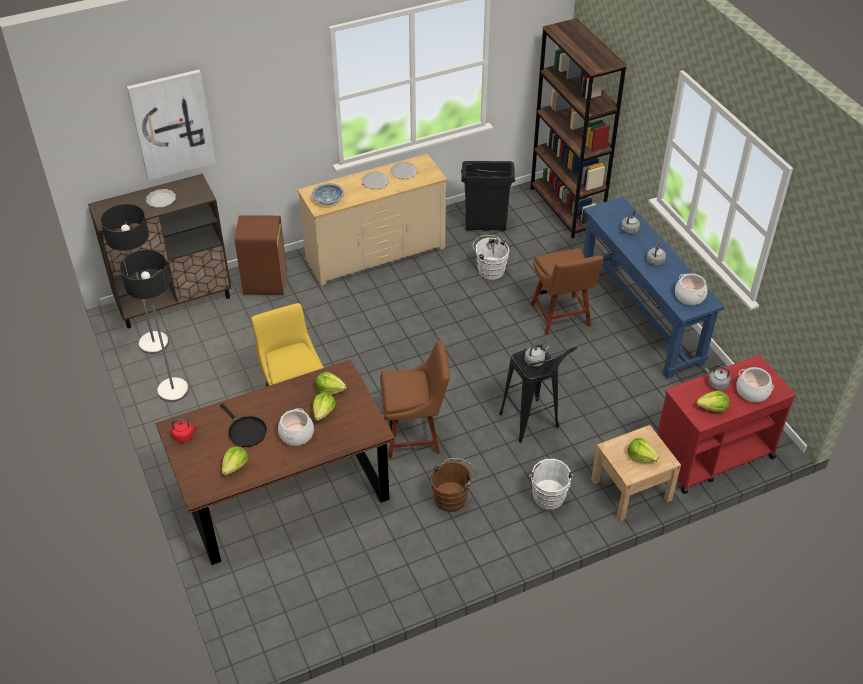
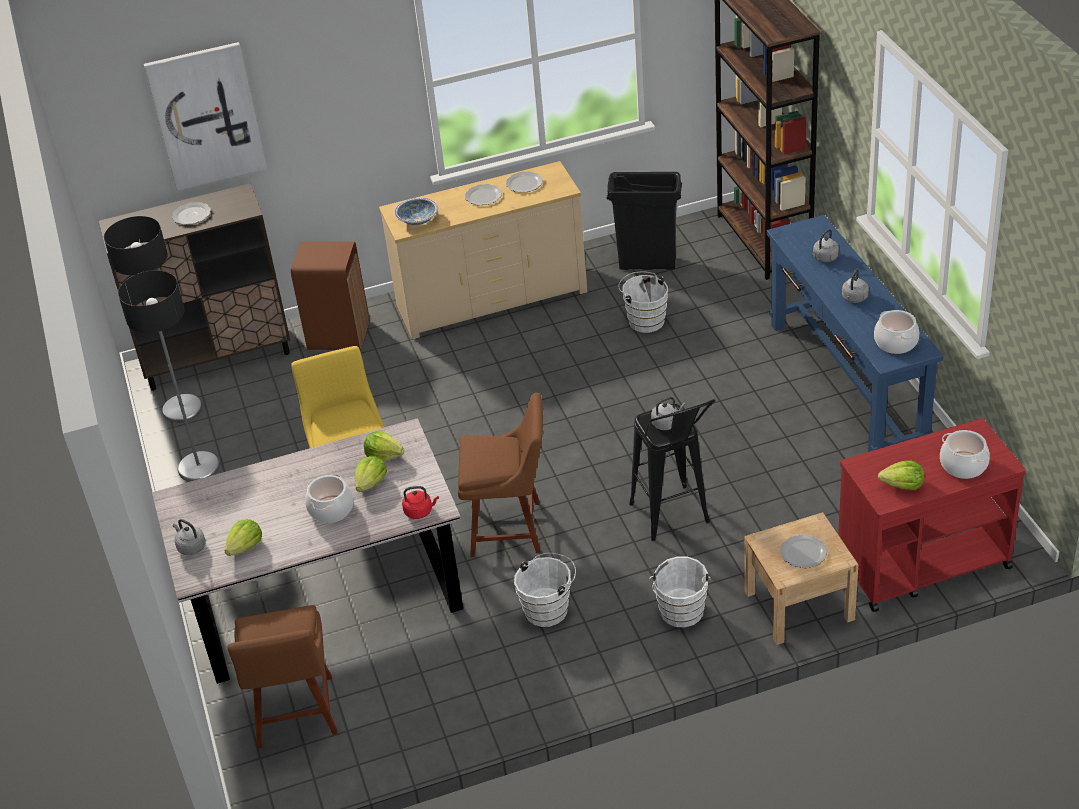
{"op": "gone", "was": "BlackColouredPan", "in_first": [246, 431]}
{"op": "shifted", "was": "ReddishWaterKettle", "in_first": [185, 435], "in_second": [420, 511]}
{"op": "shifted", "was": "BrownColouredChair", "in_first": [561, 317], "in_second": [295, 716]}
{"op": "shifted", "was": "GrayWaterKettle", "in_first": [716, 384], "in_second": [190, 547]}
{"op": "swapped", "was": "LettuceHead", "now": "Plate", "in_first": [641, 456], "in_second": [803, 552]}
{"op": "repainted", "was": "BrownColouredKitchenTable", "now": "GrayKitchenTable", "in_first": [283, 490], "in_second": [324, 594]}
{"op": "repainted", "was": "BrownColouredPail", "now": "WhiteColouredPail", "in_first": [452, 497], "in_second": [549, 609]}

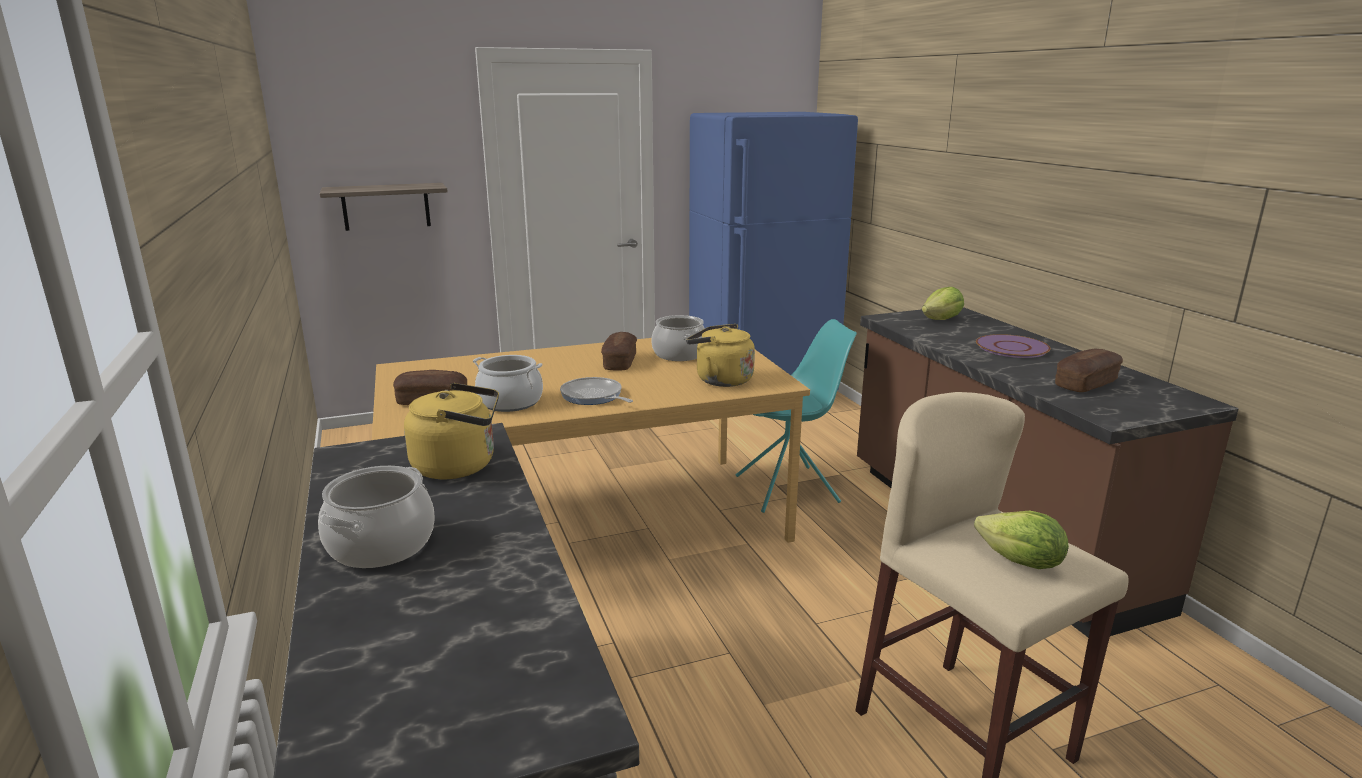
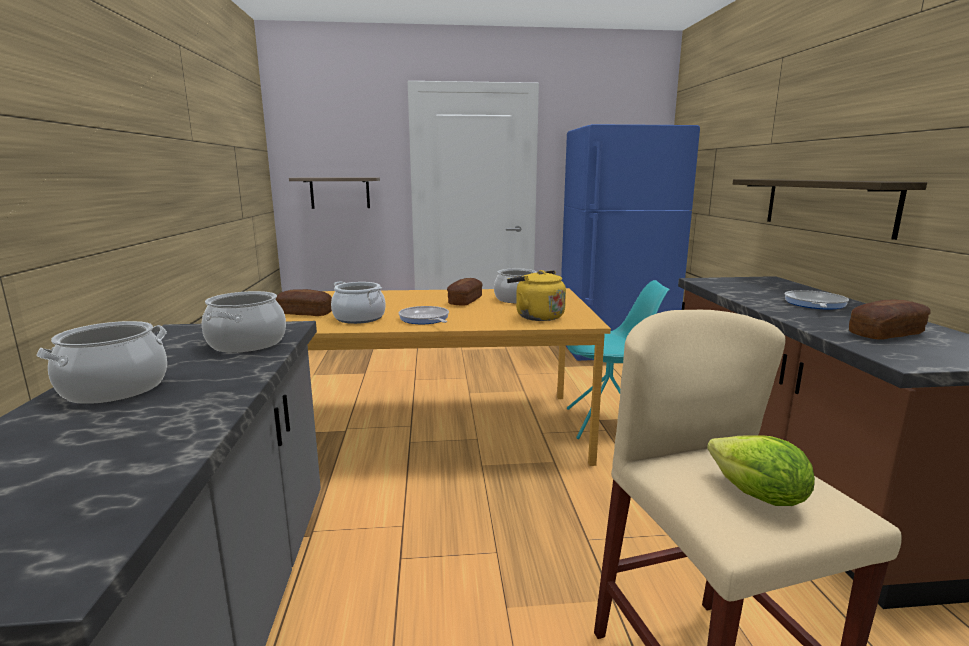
{"op": "gone", "was": "LettuceHead", "in_first": [942, 320]}
{"op": "new", "now": "WallShelf", "in_second": [826, 205]}
{"op": "swapped", "was": "YellowColouredWaterKettle", "now": "CookingPot", "in_first": [460, 466], "in_second": [247, 343]}
{"op": "swapped", "was": "PurplePlate", "now": "Pan", "in_first": [1011, 348], "in_second": [814, 304]}

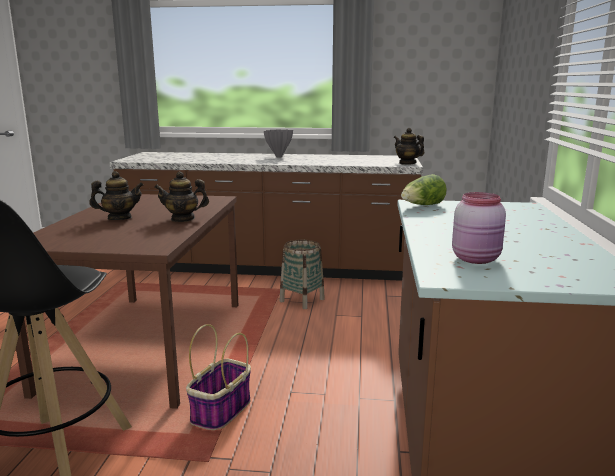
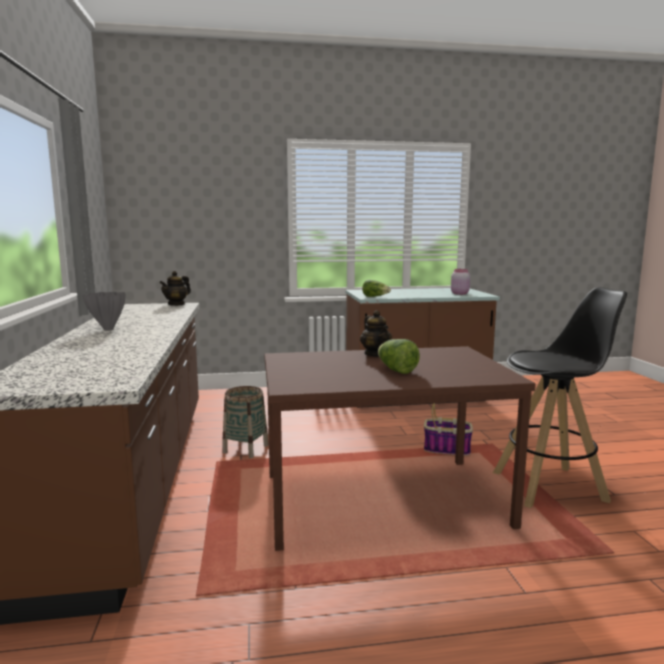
{"op": "swapped", "was": "PotForTea", "now": "LettuceHead", "in_first": [119, 218], "in_second": [396, 370]}

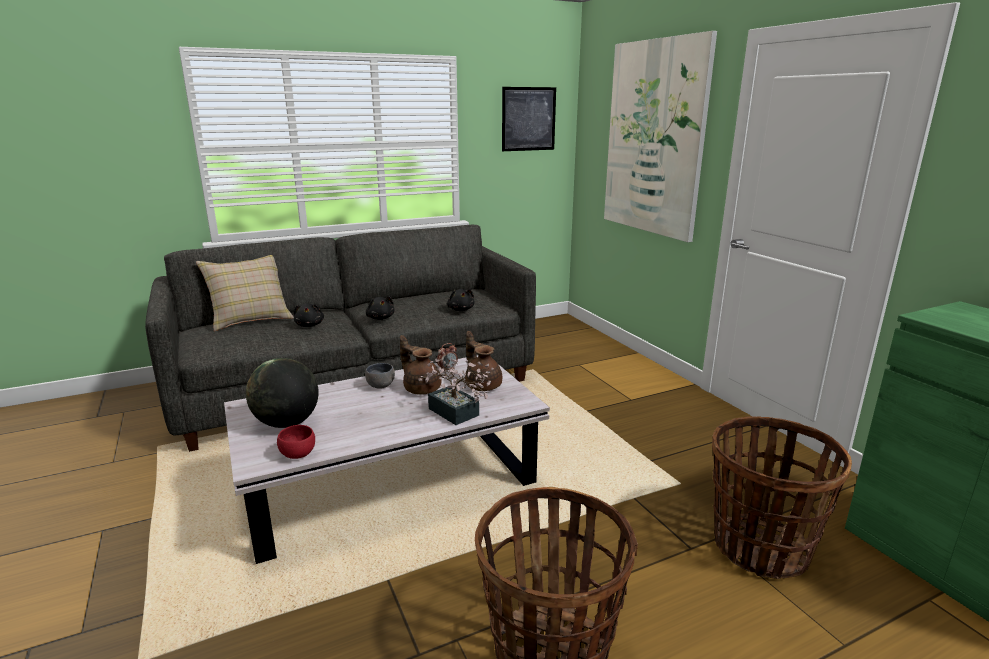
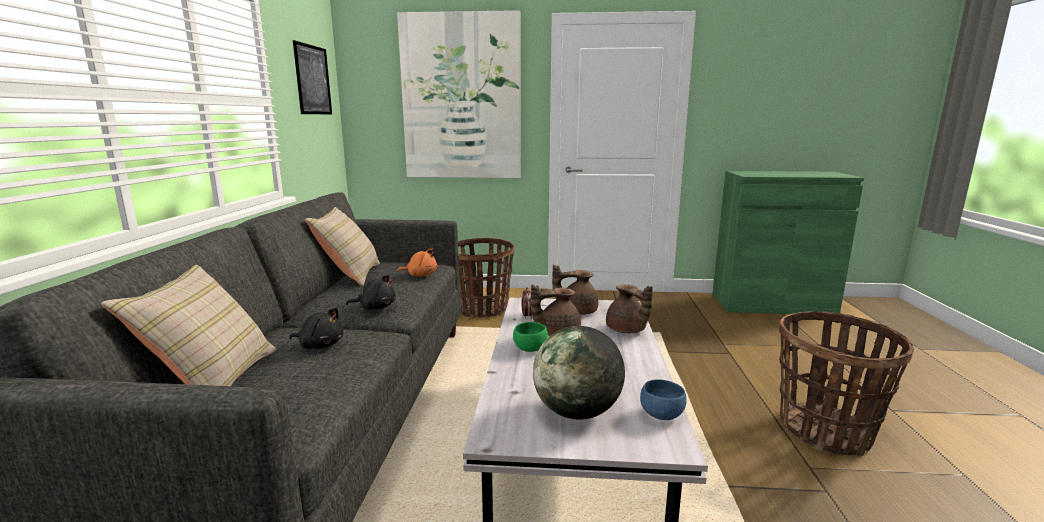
{"op": "new", "now": "BeigeColouredPillow", "in_second": [349, 275]}
{"op": "shifted", "was": "HouseholdBasket", "in_first": [759, 548], "in_second": [481, 309]}
{"op": "swapped", "was": "PlantInAPot", "now": "BrownColouredPotForTea", "in_first": [457, 414], "in_second": [626, 330]}
{"op": "repainted", "was": "ReddishServingBowl", "now": "BlueServingBowl", "in_first": [299, 455], "in_second": [662, 414]}
{"op": "repainted", "was": "GrayServingBowl", "now": "GreenServingBowl", "in_first": [379, 386], "in_second": [529, 349]}
{"op": "repainted", "was": "BlackColouredPlushToy", "now": "OrangePlushToy", "in_first": [461, 309], "in_second": [420, 275]}

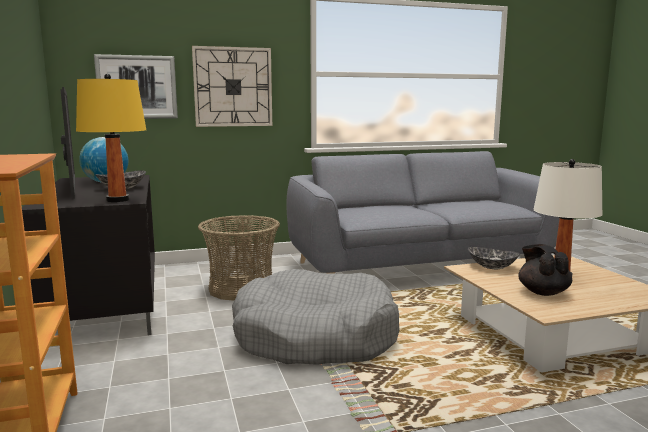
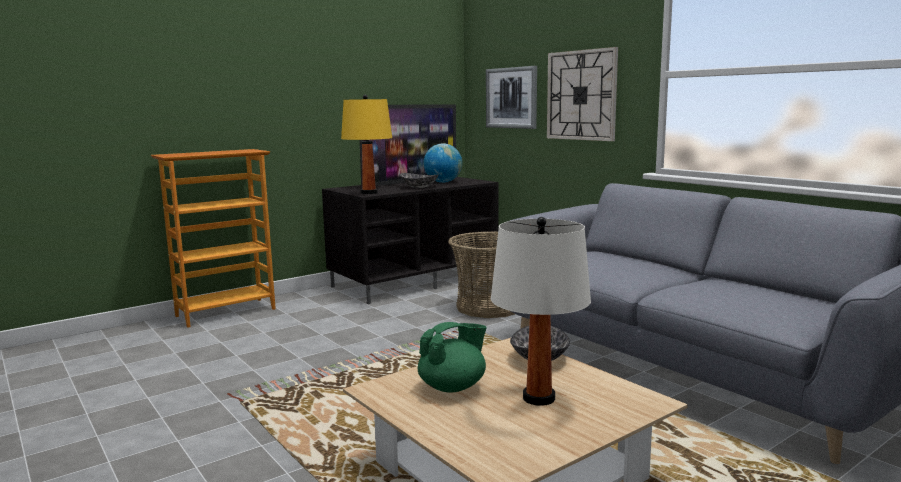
{"op": "gone", "was": "GrayPetBed", "in_first": [315, 337]}
{"op": "repainted", "was": "BlackColouredPotForTea", "now": "GreenPotForTea", "in_first": [542, 292], "in_second": [453, 387]}

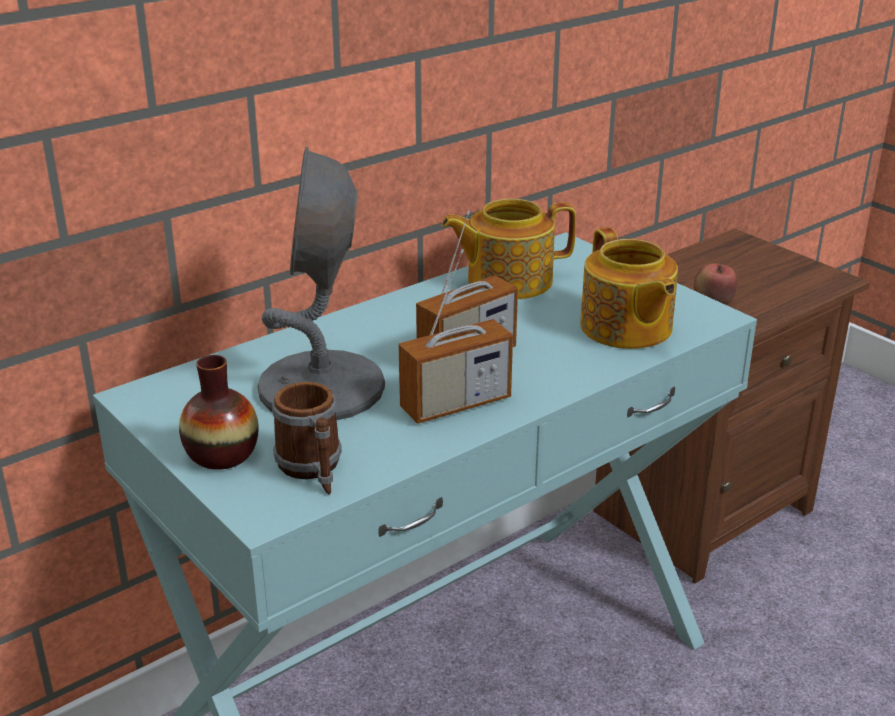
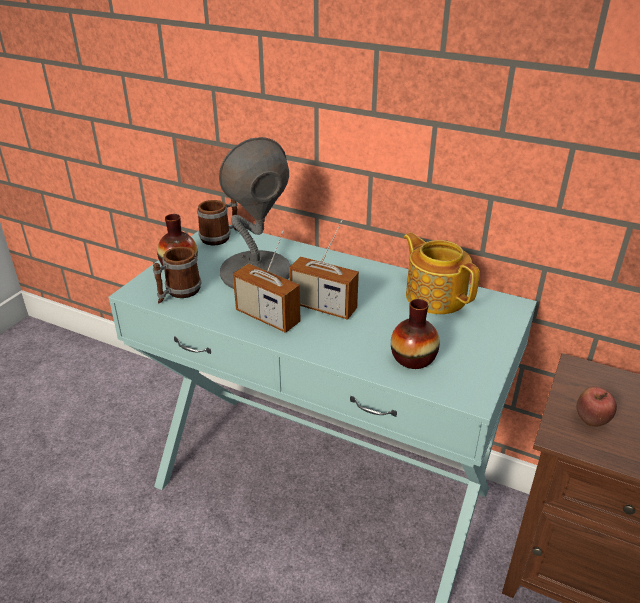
{"op": "new", "now": "CoffeeMug", "in_second": [220, 237]}
{"op": "swapped", "was": "PotForTea", "now": "DecorativeVase", "in_first": [625, 328], "in_second": [413, 358]}

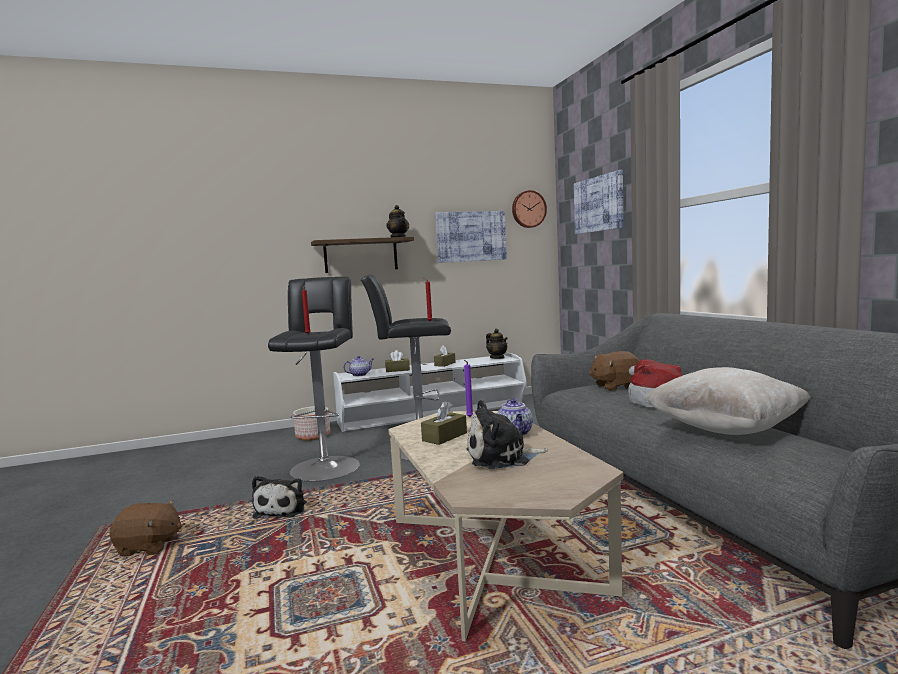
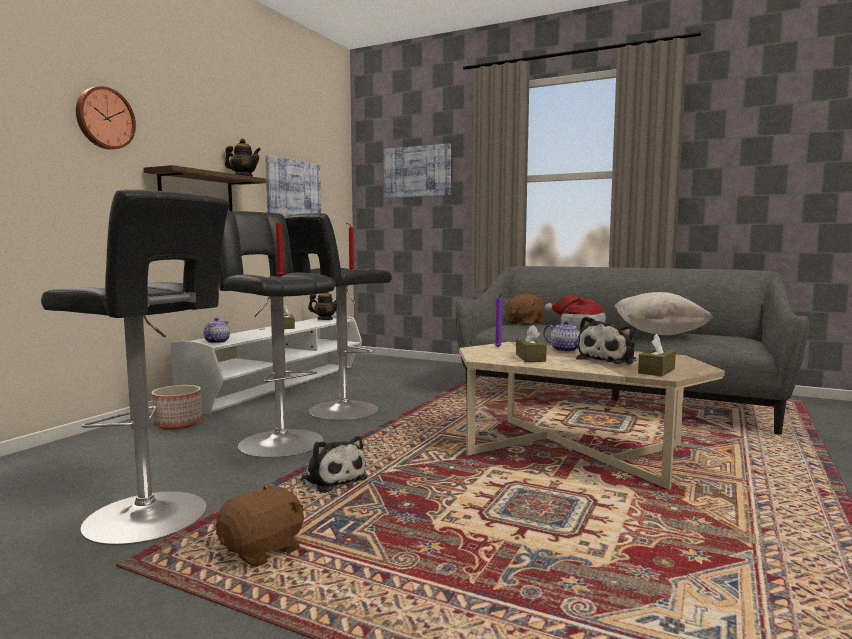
{"op": "new", "now": "BlackColouredStool", "in_second": [152, 518]}
{"op": "shifted", "was": "BrownColouredTissueHolder", "in_first": [397, 370], "in_second": [656, 371]}
{"op": "shifted", "was": "ClockOnTheWall", "in_first": [528, 209], "in_second": [104, 118]}

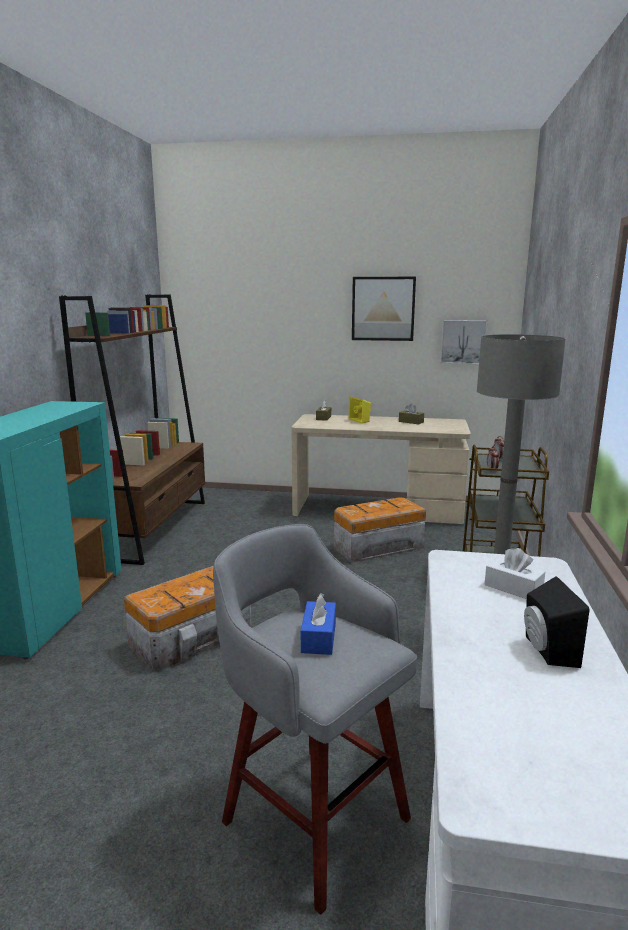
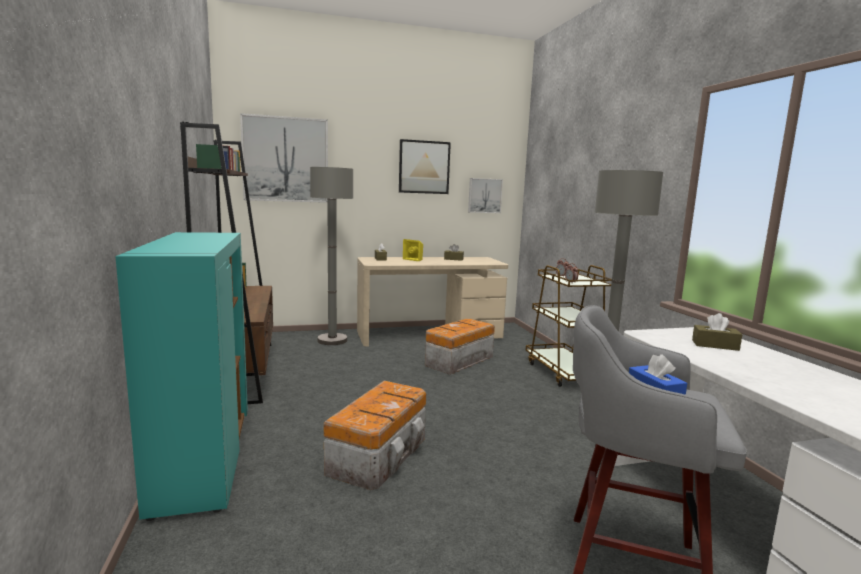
{"op": "gone", "was": "BlackColouredSpeaker", "in_first": [546, 650]}
{"op": "new", "now": "WallPicture", "in_second": [285, 159]}
{"op": "new", "now": "GrayFloorLamp", "in_second": [332, 340]}
{"op": "repainted", "was": "WhiteColouredTissueHolder", "now": "BrownColouredTissueHolder", "in_first": [513, 588], "in_second": [715, 345]}

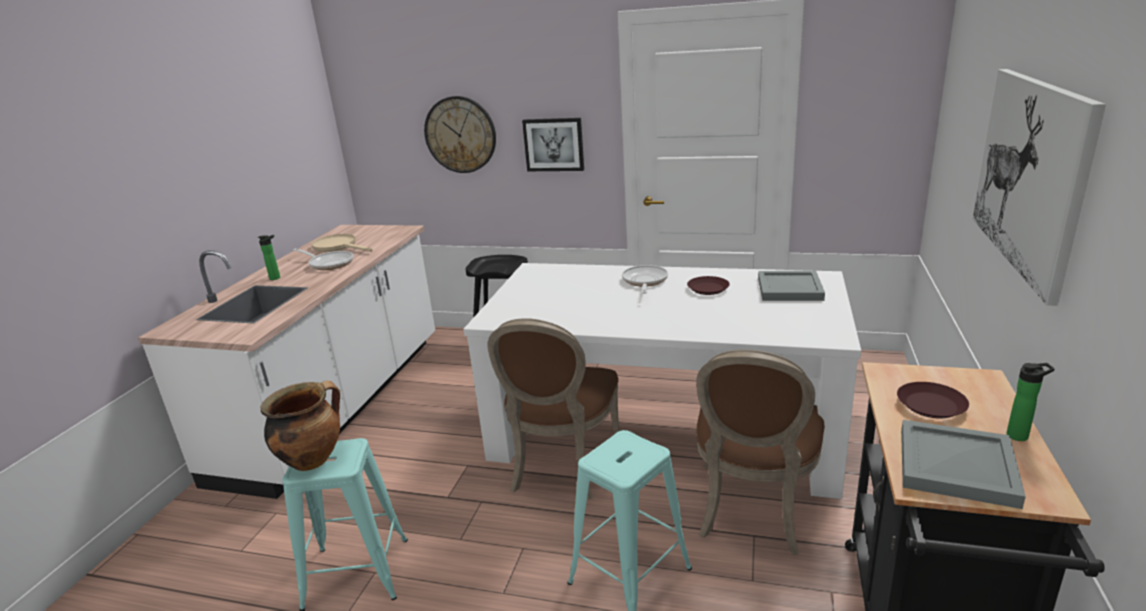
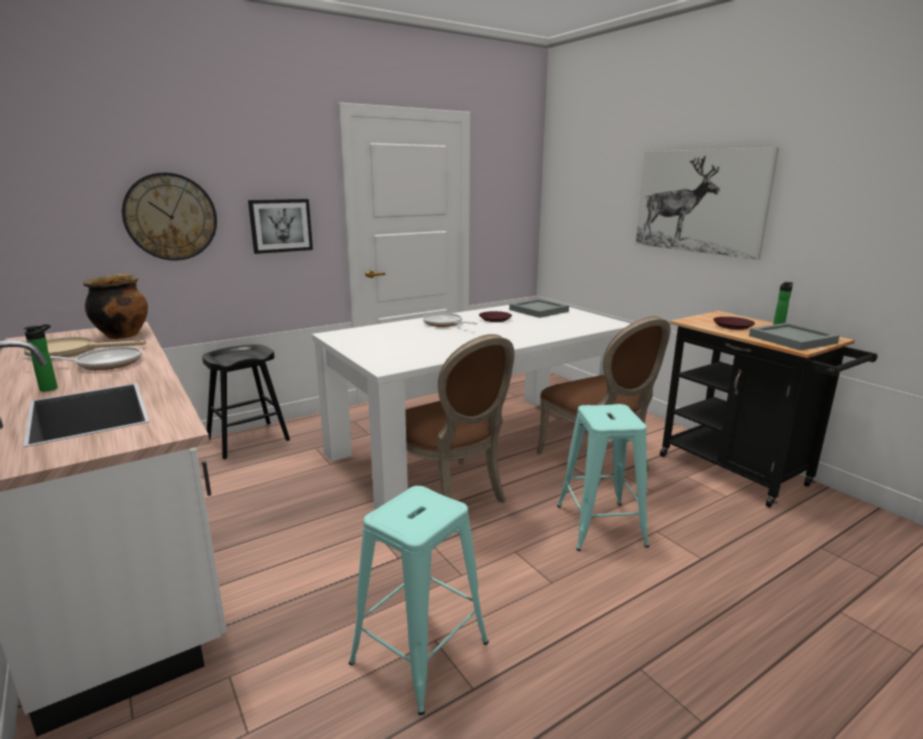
{"op": "shifted", "was": "CookingPot", "in_first": [313, 459], "in_second": [122, 335]}

